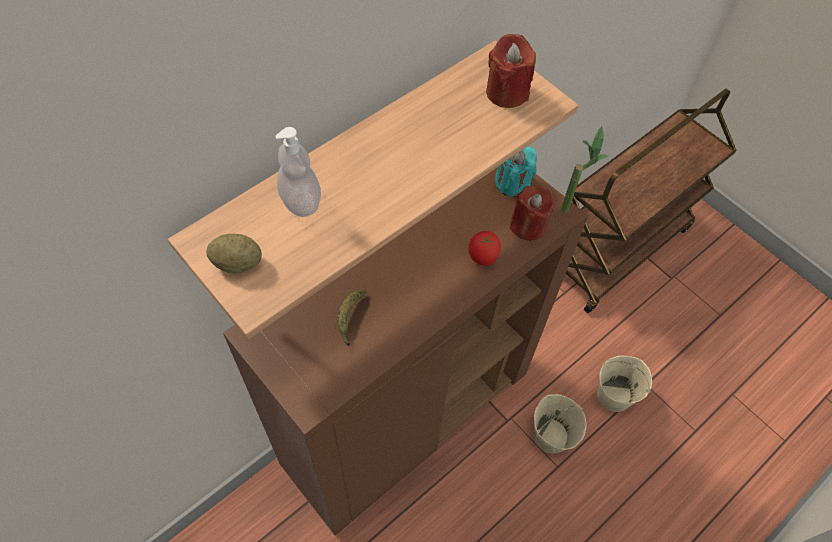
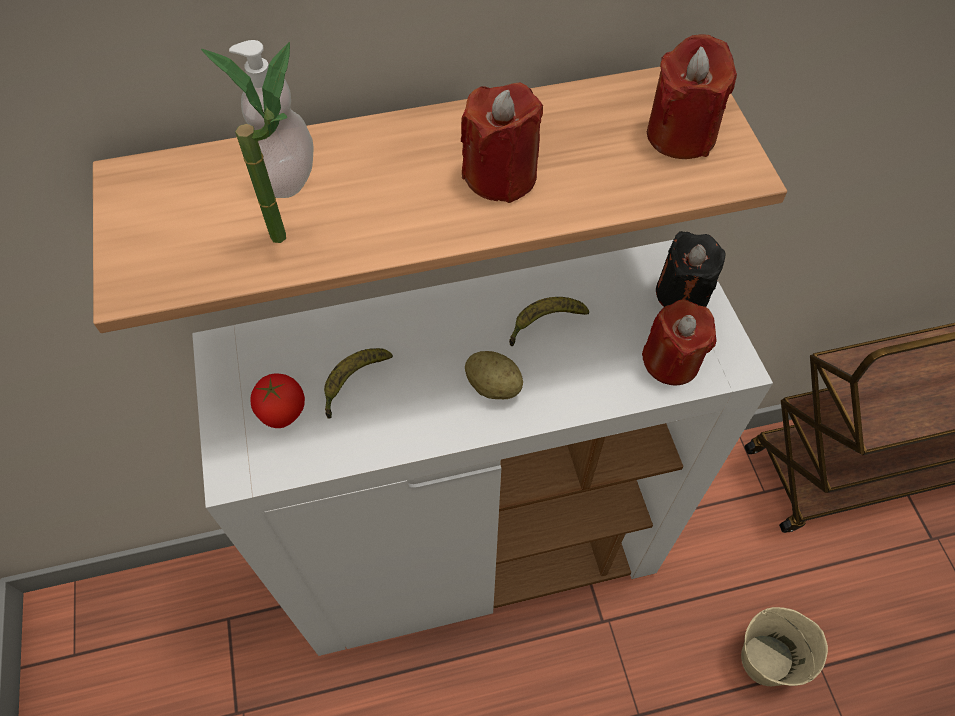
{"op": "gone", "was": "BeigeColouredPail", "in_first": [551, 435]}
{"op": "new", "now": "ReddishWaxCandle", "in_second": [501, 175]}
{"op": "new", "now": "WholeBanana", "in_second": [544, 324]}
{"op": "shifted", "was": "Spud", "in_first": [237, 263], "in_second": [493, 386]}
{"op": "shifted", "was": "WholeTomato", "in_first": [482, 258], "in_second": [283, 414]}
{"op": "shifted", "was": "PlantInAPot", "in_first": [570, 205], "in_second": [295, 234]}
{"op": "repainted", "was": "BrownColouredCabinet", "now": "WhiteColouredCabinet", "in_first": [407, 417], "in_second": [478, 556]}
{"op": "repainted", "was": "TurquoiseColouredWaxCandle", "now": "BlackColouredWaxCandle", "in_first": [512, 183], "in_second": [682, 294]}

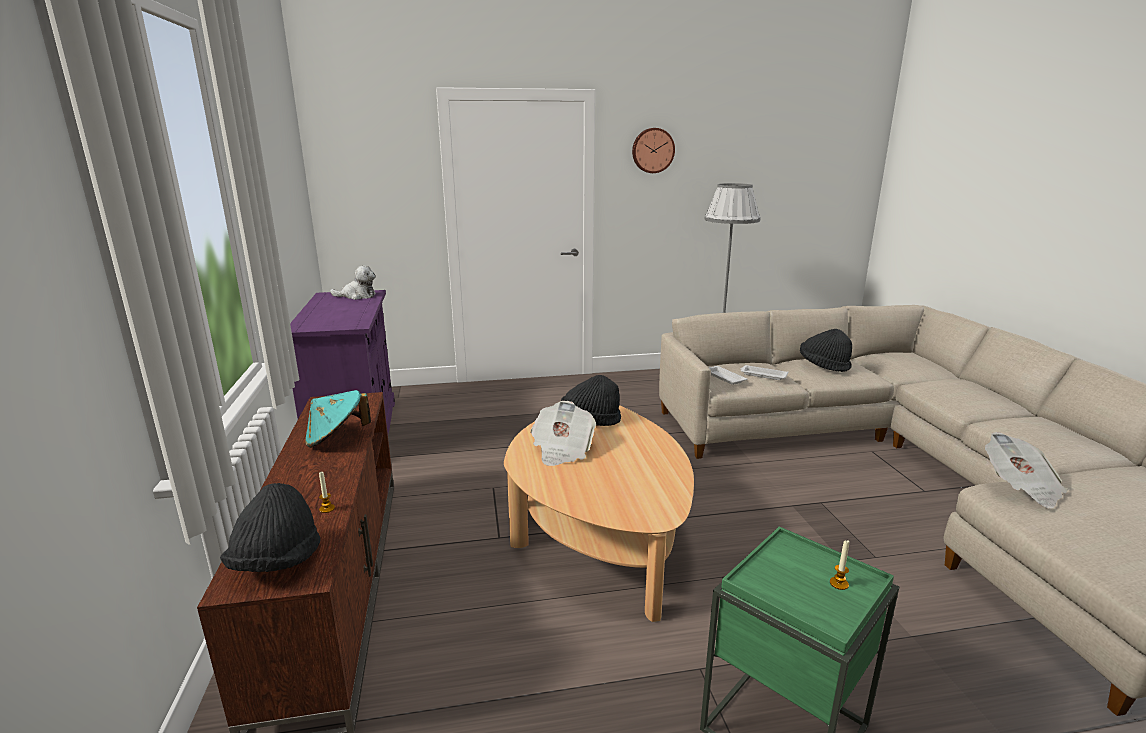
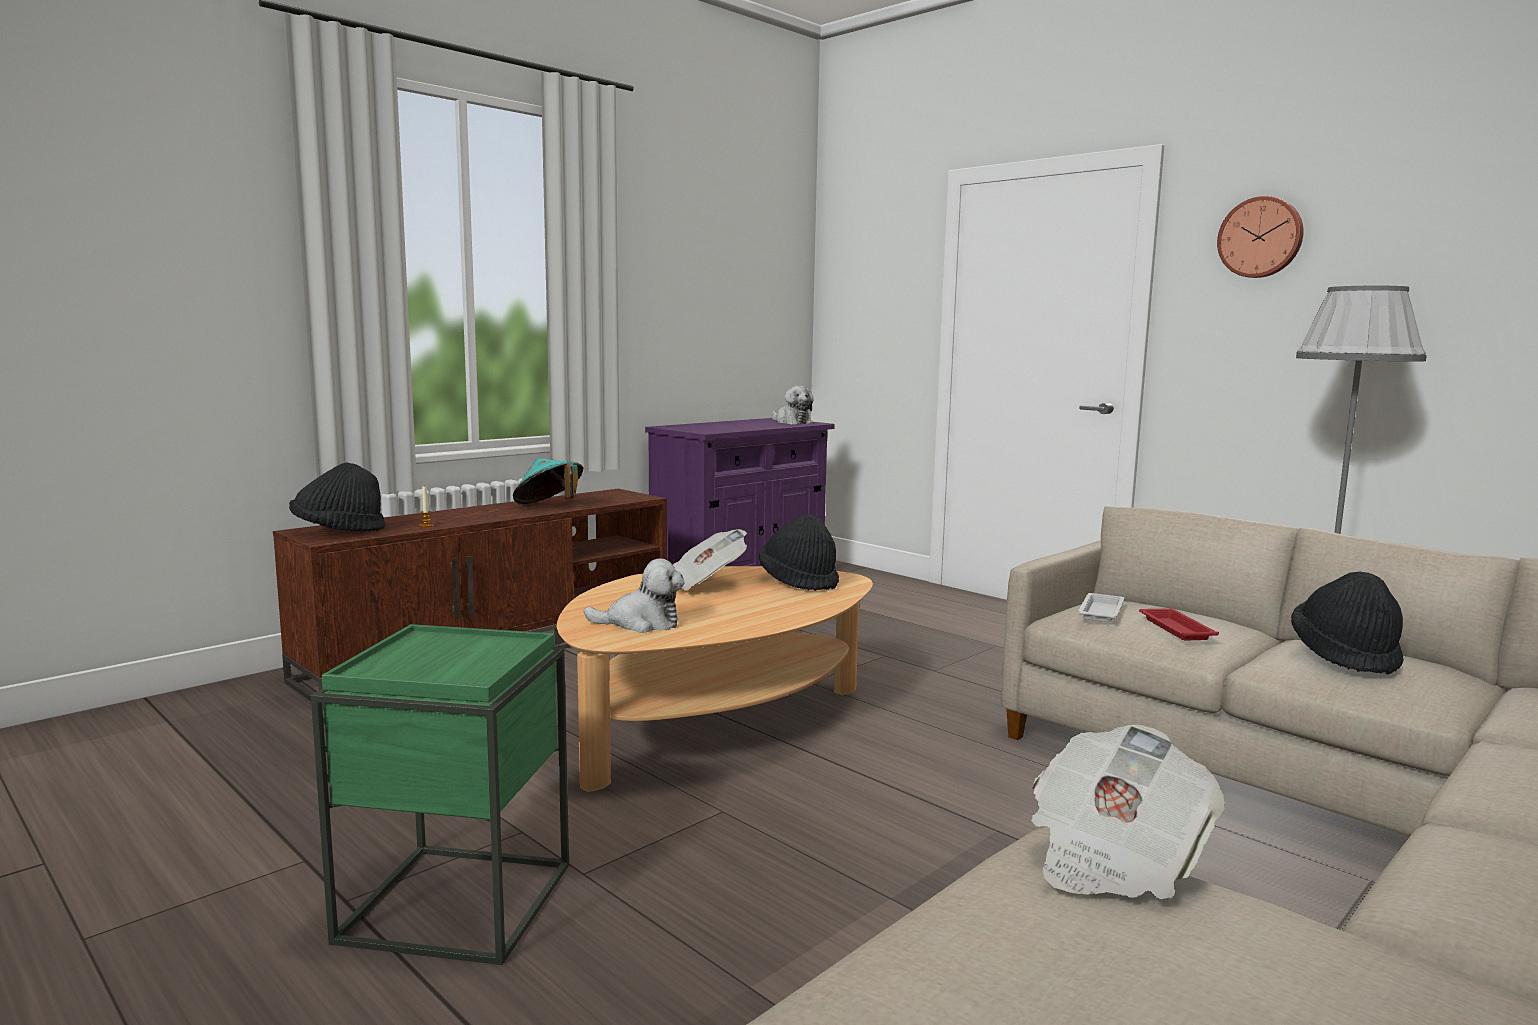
{"op": "gone", "was": "WaxCandle", "in_first": [839, 584]}
{"op": "new", "now": "PlushToy", "in_second": [641, 623]}
{"op": "repainted", "was": "WhiteColouredTray", "now": "ReddishTray", "in_first": [762, 375], "in_second": [1175, 628]}

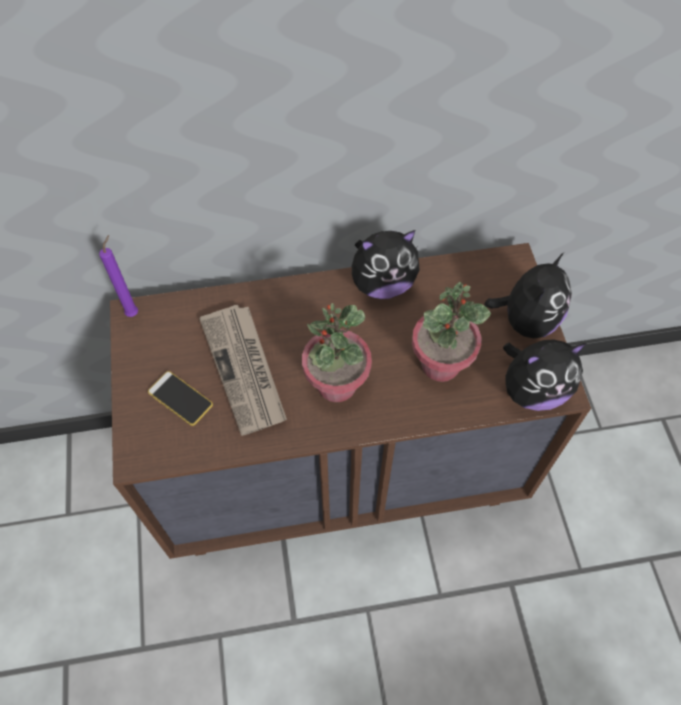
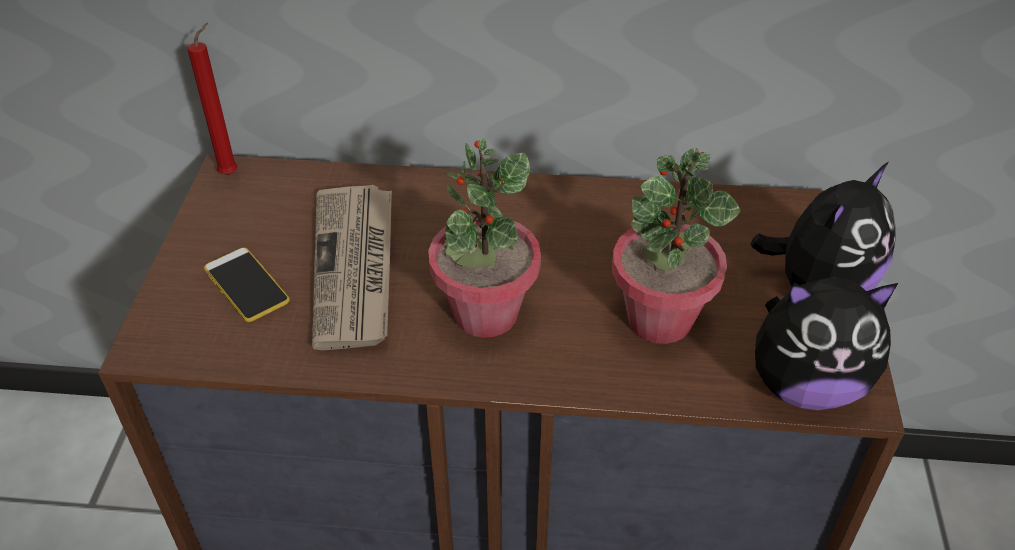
{"op": "gone", "was": "PlushToy", "in_first": [382, 284]}
{"op": "repainted", "was": "PurpleWaxCandle", "now": "ReddishWaxCandle", "in_first": [134, 312], "in_second": [231, 173]}

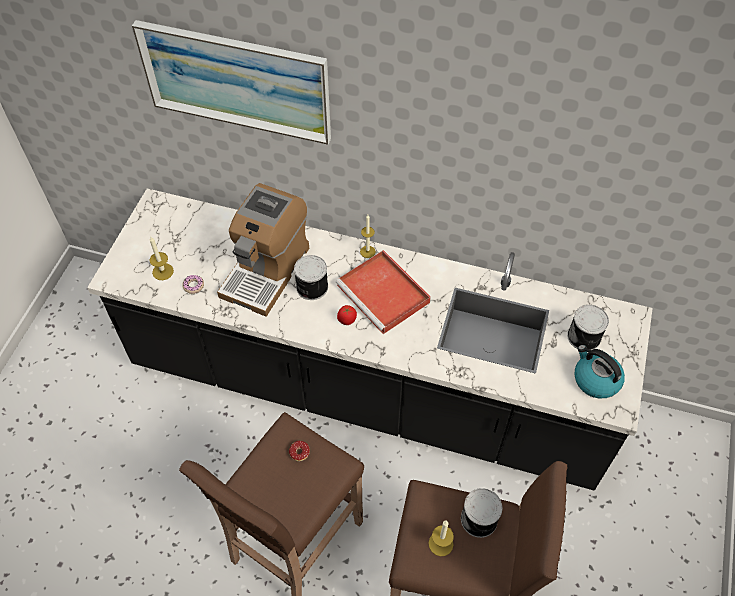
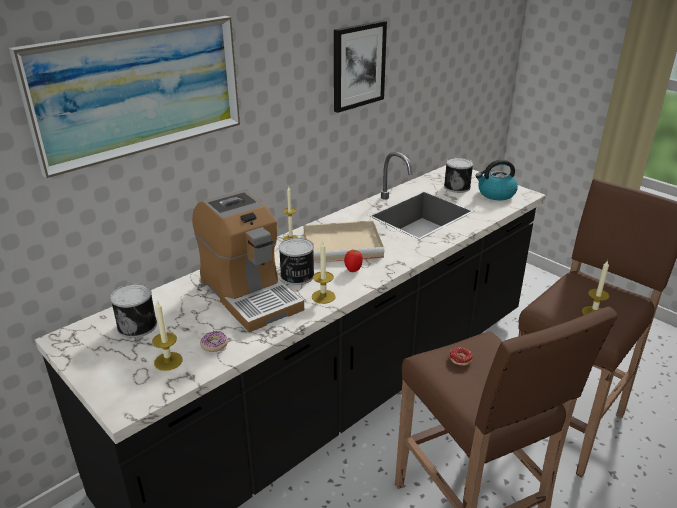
{"op": "new", "now": "WaxCandle", "in_second": [323, 296]}
{"op": "new", "now": "WallPicture", "in_second": [358, 66]}
{"op": "shifted", "was": "MetalCan", "in_first": [480, 519], "in_second": [138, 325]}
{"op": "repainted", "was": "ReddishTray", "now": "BeigeColouredTray", "in_first": [384, 294], "in_second": [344, 244]}

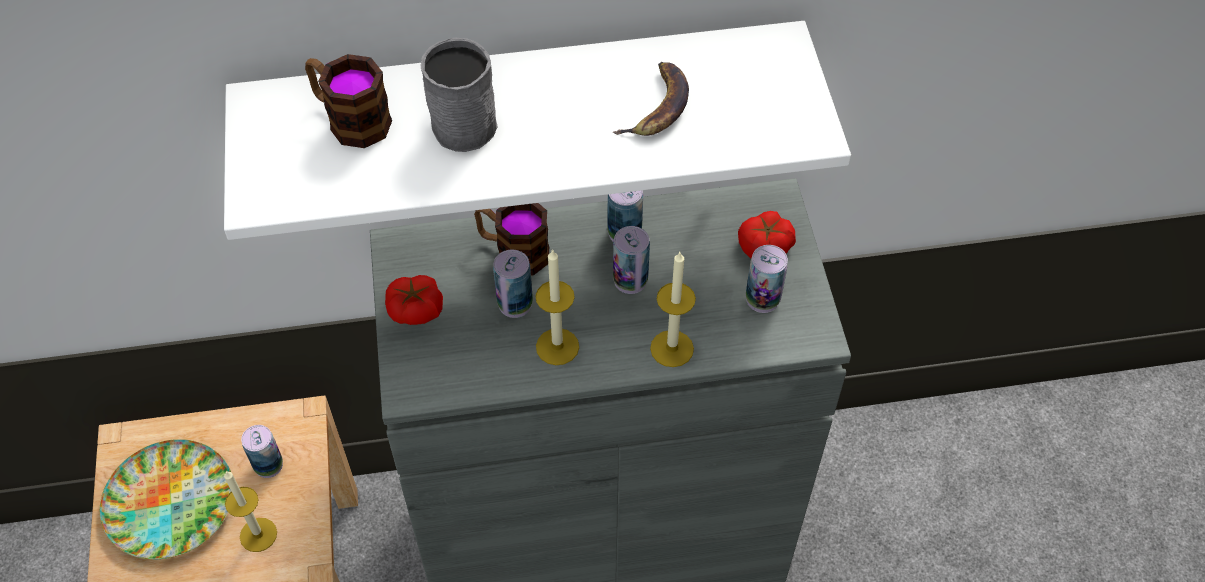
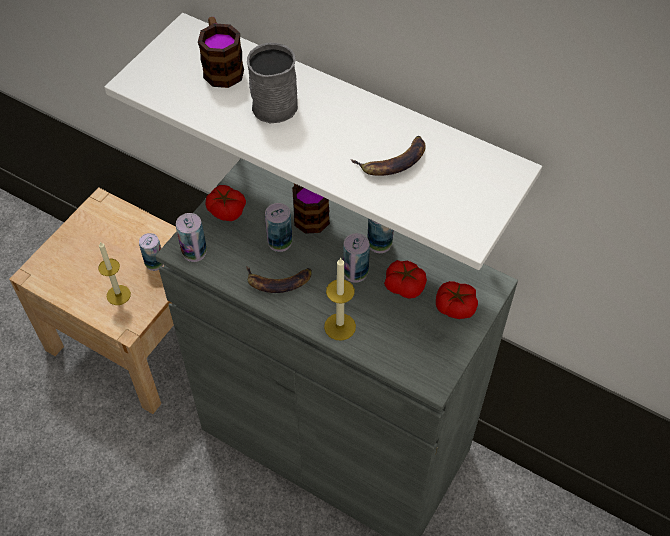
{"op": "gone", "was": "Plate", "in_first": [171, 504]}
{"op": "new", "now": "WholeTomato", "in_second": [404, 285]}
{"op": "shifted", "was": "MetalCan", "in_first": [762, 299], "in_second": [194, 252]}
{"op": "swapped", "was": "WaxCandle", "now": "WholeBanana", "in_first": [557, 346], "in_second": [278, 281]}

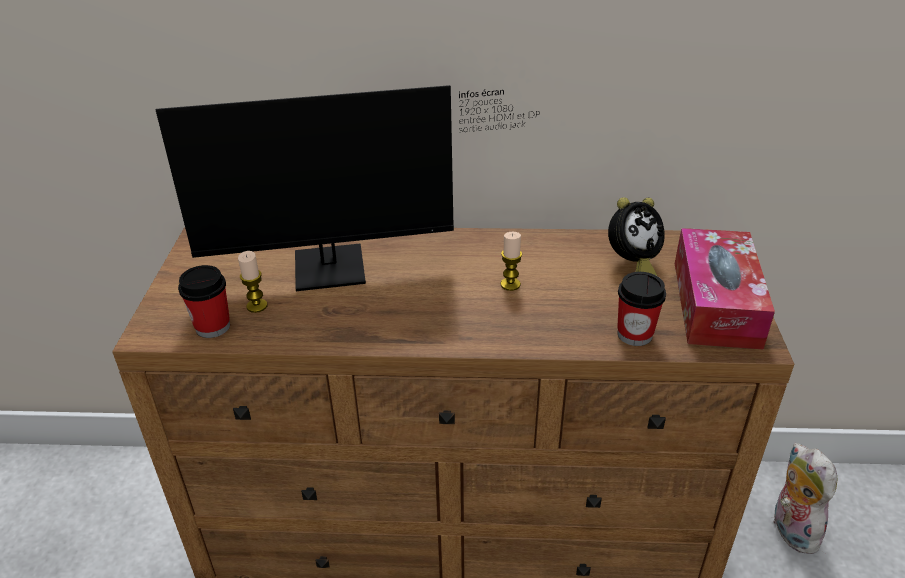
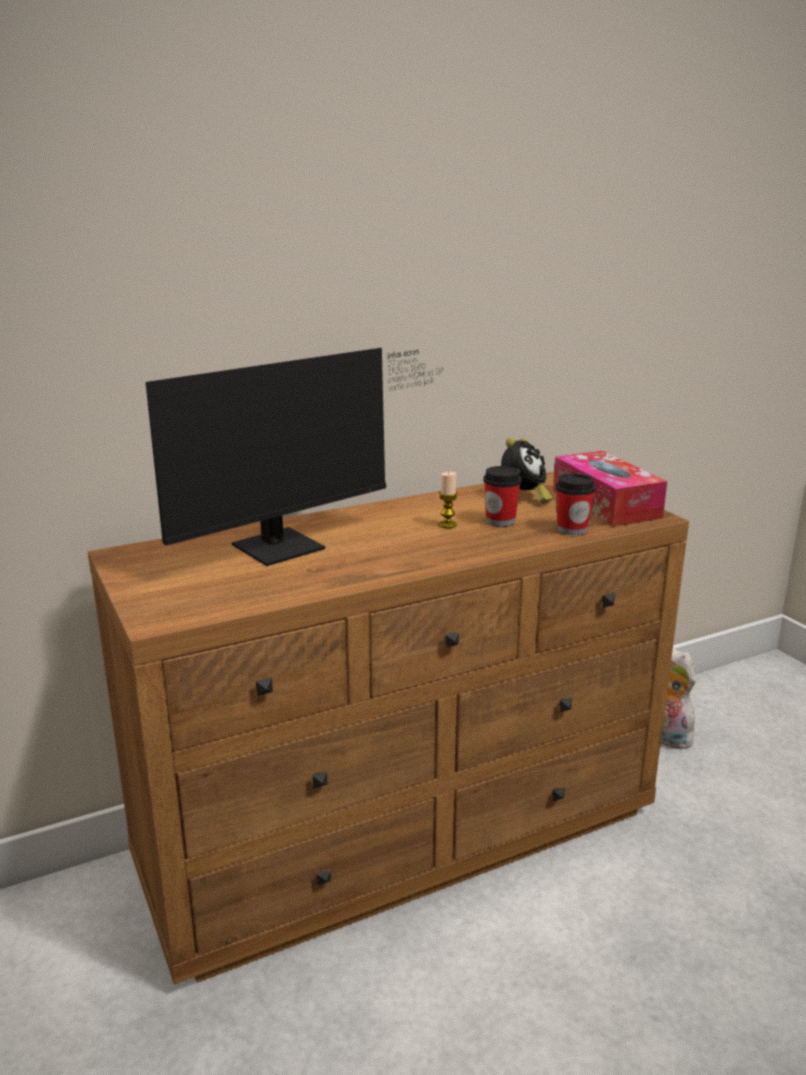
{"op": "gone", "was": "WaxCandle", "in_first": [257, 306]}
{"op": "shifted", "was": "DrinkingCup", "in_first": [212, 327], "in_second": [500, 521]}

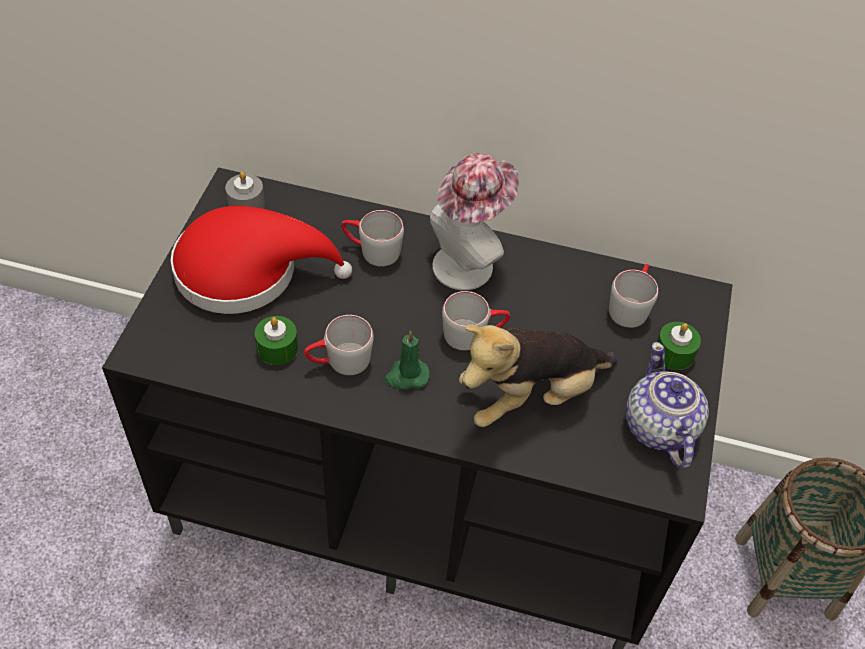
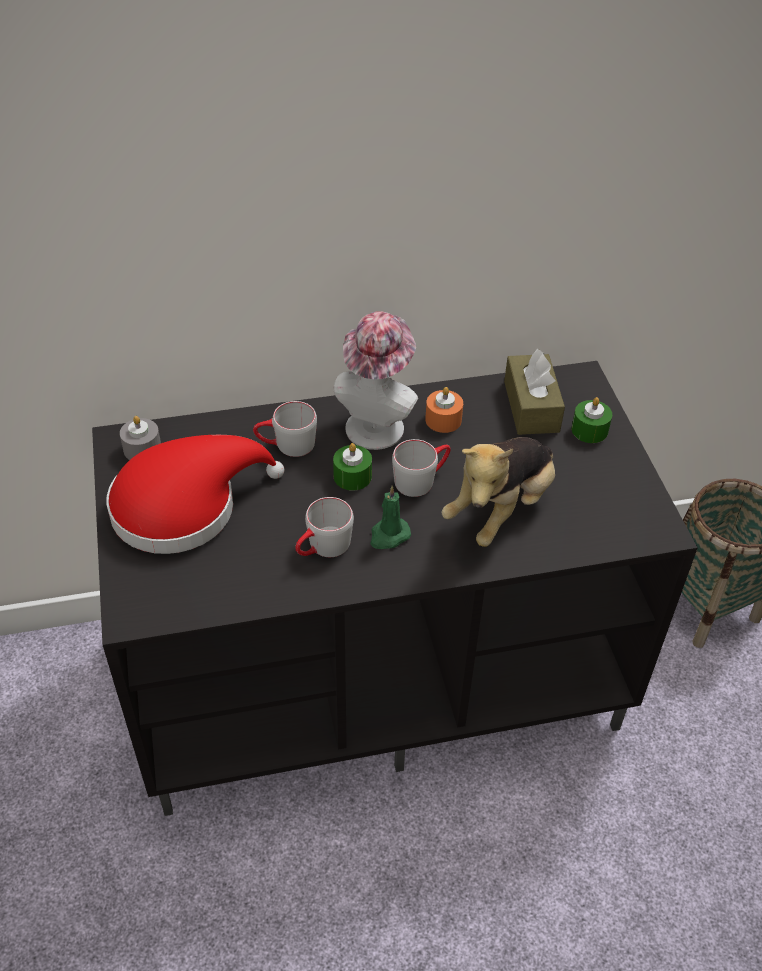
{"op": "gone", "was": "PotForTea", "in_first": [659, 428]}
{"op": "new", "now": "OrangeWaxCandle", "in_second": [443, 420]}
{"op": "shifted", "was": "GreenWaxCandle", "in_first": [277, 348], "in_second": [352, 476]}
{"op": "swapped", "was": "GrayCoffeeMug", "now": "BrownColouredTissueHolder", "in_first": [630, 305], "in_second": [531, 406]}

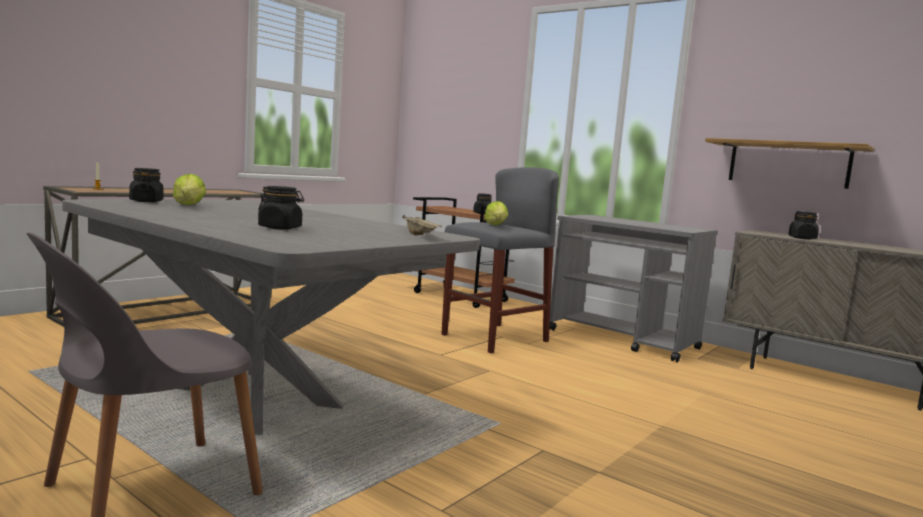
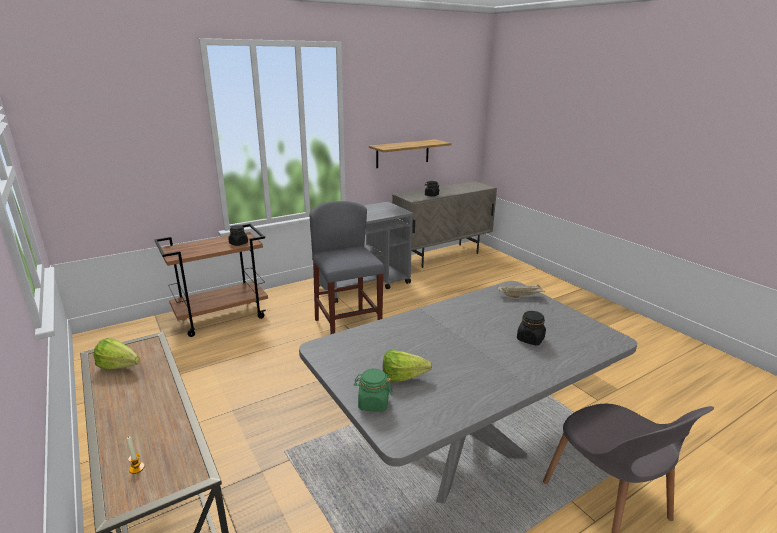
{"op": "shifted", "was": "LettuceHead", "in_first": [495, 226], "in_second": [121, 368]}
{"op": "repainted", "was": "BlackColouredJar", "now": "GreenJar", "in_first": [146, 201], "in_second": [373, 403]}

